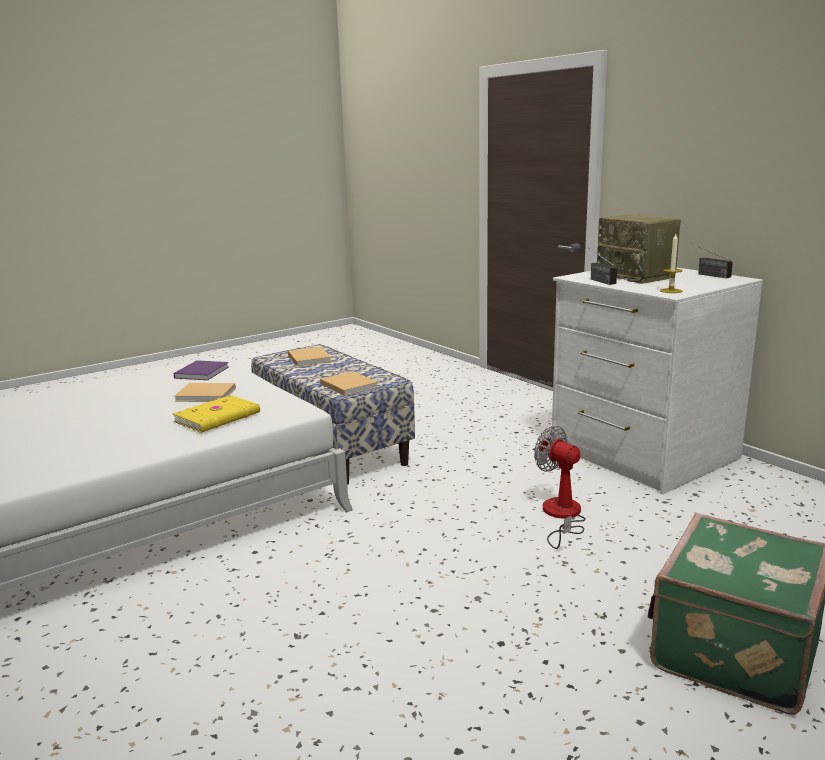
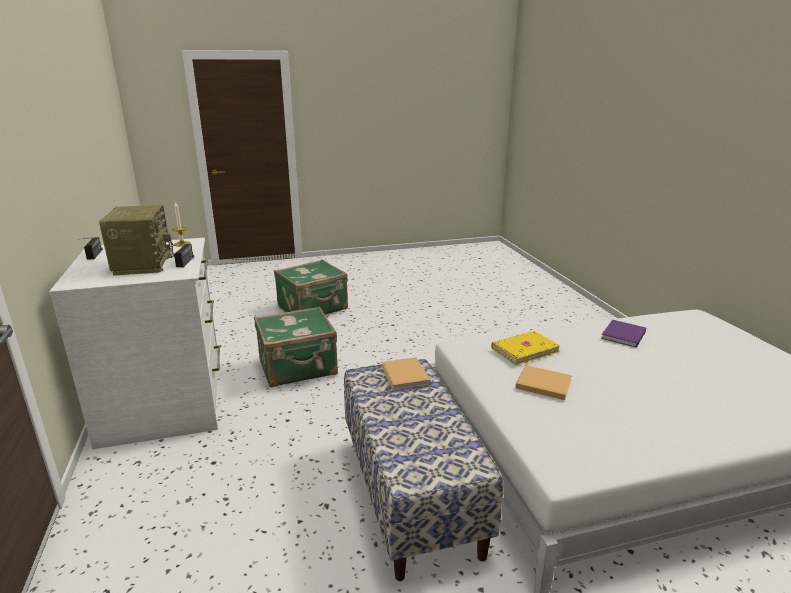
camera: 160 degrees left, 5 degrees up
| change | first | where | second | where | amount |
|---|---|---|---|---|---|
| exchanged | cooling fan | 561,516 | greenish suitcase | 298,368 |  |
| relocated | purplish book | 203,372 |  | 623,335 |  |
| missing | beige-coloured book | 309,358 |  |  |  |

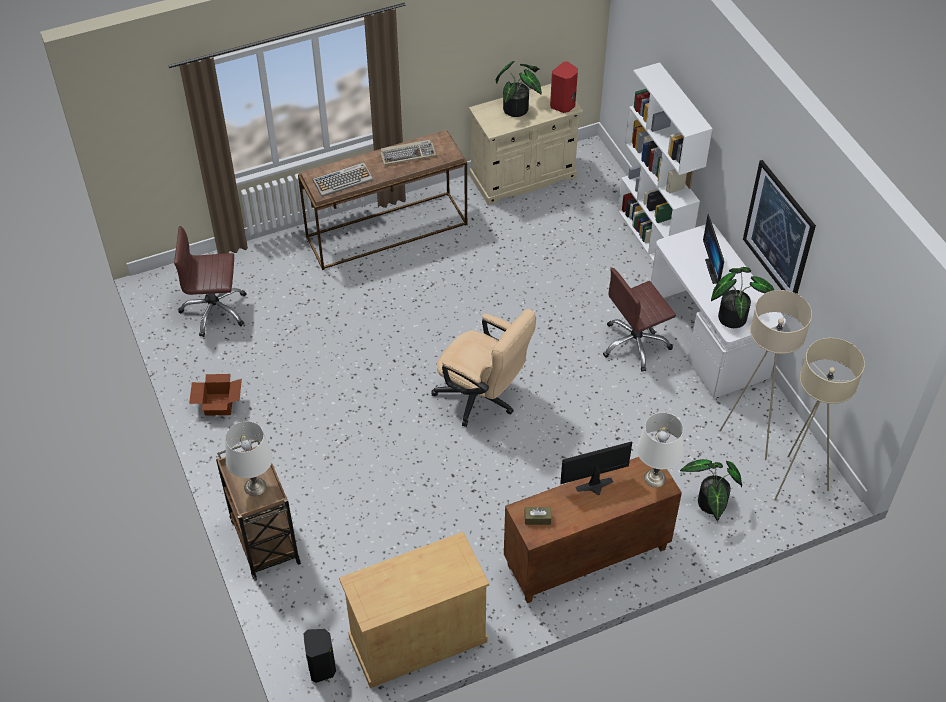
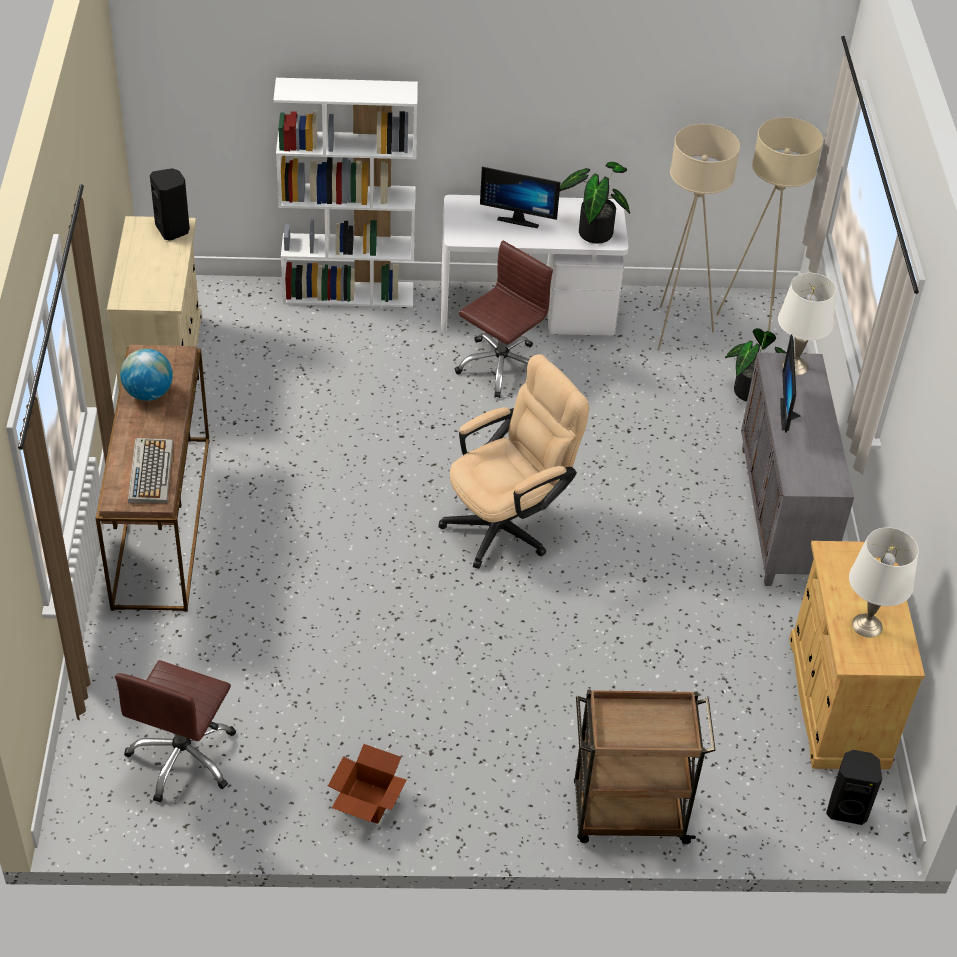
camera: 70 degrees left, 5 degrees down
| change | first | where | second | where | amount |
|---|---|---|---|---|---|
| exchanged | computer keyboard | 408,154 | desk globe | 148,393 |  |
| colour | red-coloured audio speaker | 563,105 | blackish audio speaker | 173,229 |  |
| spun | brown office chair | 635,344 |  | 500,366 | 135 degrees counterclockwise |
| colour | brown storage cabinet | 586,558 | grey storage cabinet | 782,516 |  |
| relocated | whitish lamp for a table | 255,486 |  | 867,625 |  |
| missing | houseplant | 518,108 |  |  |  |
| missing | brown box of tissues | 537,518 |  |  |  |
| missing | wall art | 778,232 |  |  |  |

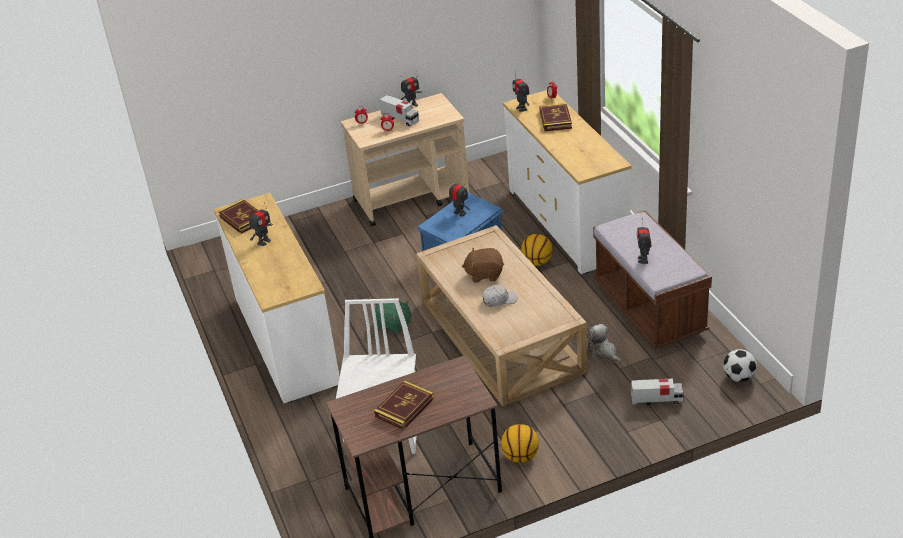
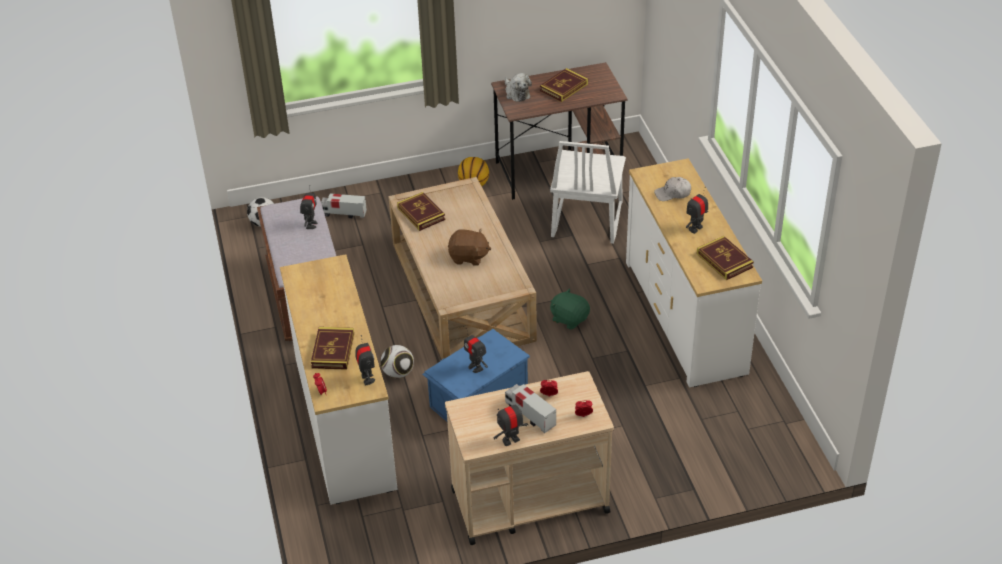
camera: 175 degrees left, 5 degrees up
| change | first | where | second | where | amount |
|---|---|---|---|---|---|
| exchanged | ball for basketball | 537,262 | ball for football | 398,373 |  |
| appeared |  |  | book | 421,214 |  |
| relocated | plush toy | 603,352 |  | 516,93 |  |
| relocated | whitish cap | 499,300 |  | 673,193 |  |

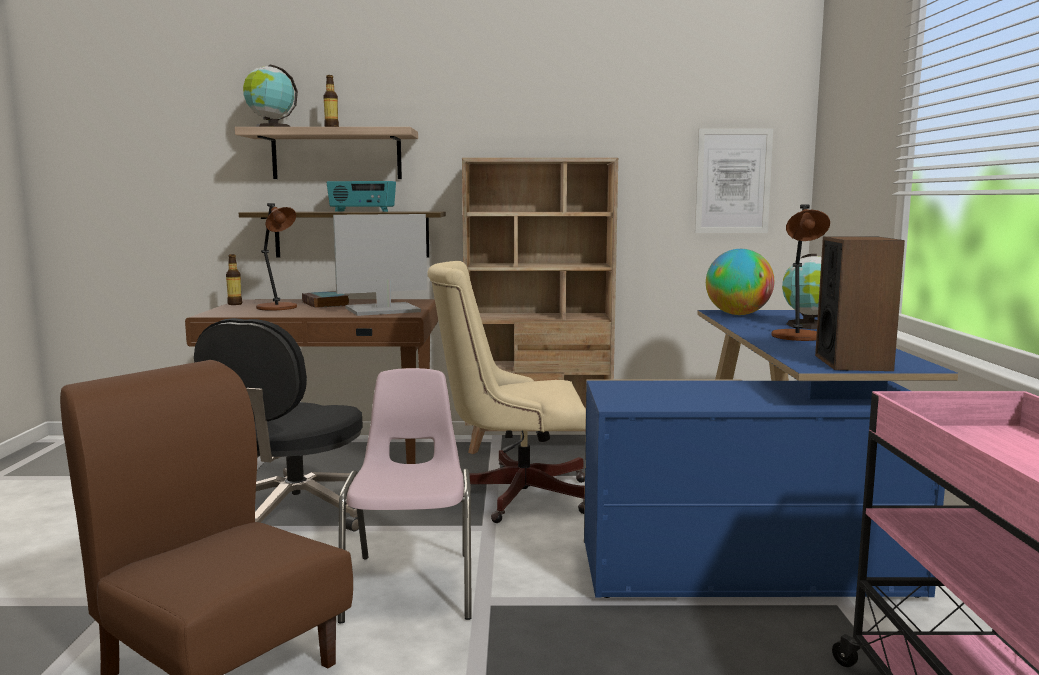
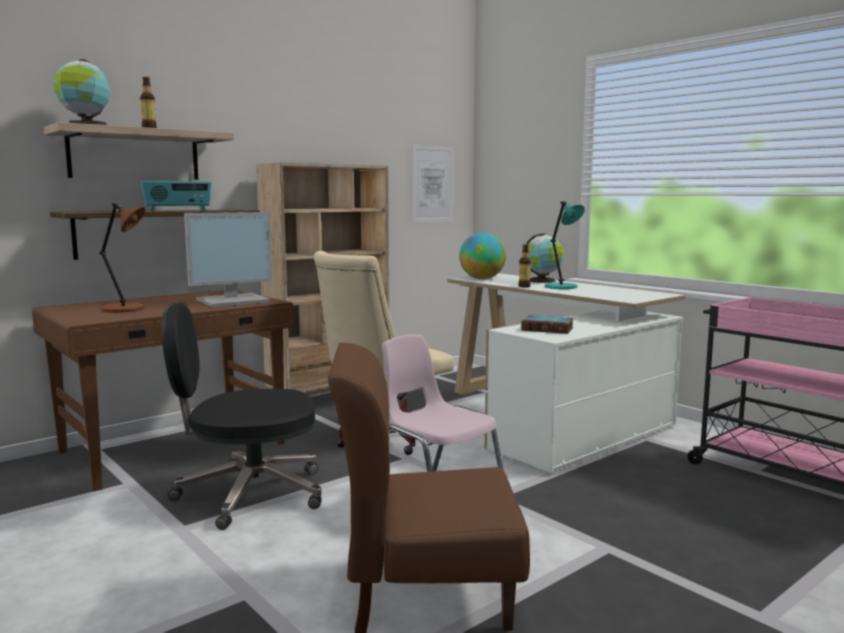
camera: 40 degrees left, 0 degrees up
| change | first | where | second | where | amount |
|---|---|---|---|---|---|
| spun | blackish office chair | 293,515 |  | 248,494 | 105 degrees clockwise |
| spun | computer screen | 381,310 |  | 234,300 | 150 degrees counterclockwise |
| colour | blue desk | 759,531 | whitish desk | 553,417 |  |
| relocated | drink bottle | 235,304 |  | 524,286 |  |
| relocated | book | 326,304 |  | 549,329 |  |
| colour | brown lamp for a table | 798,337 | turquoise lamp for a table | 562,287 |  |
| missing | audio speaker | 853,363 |  |  |  |

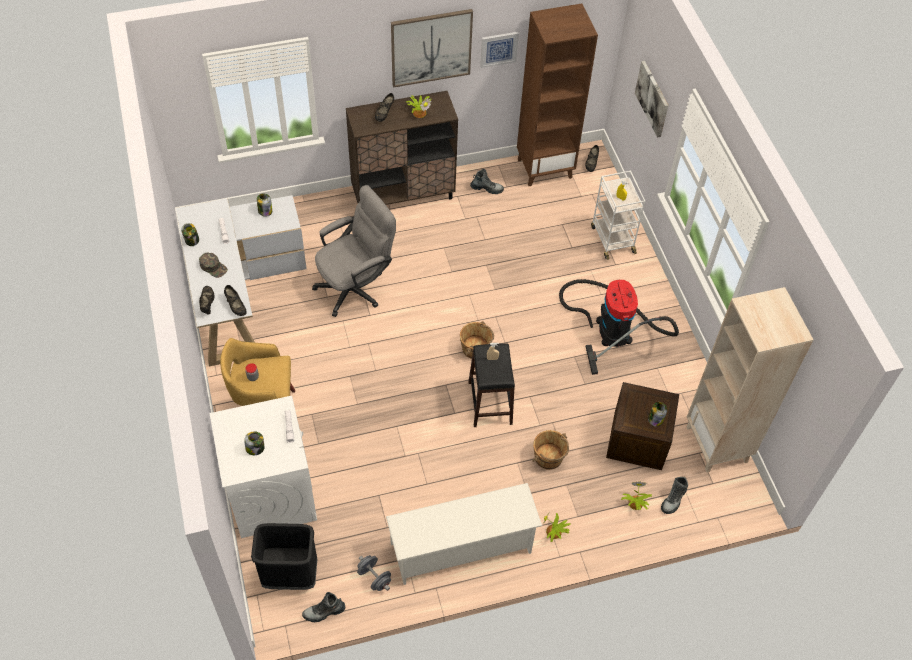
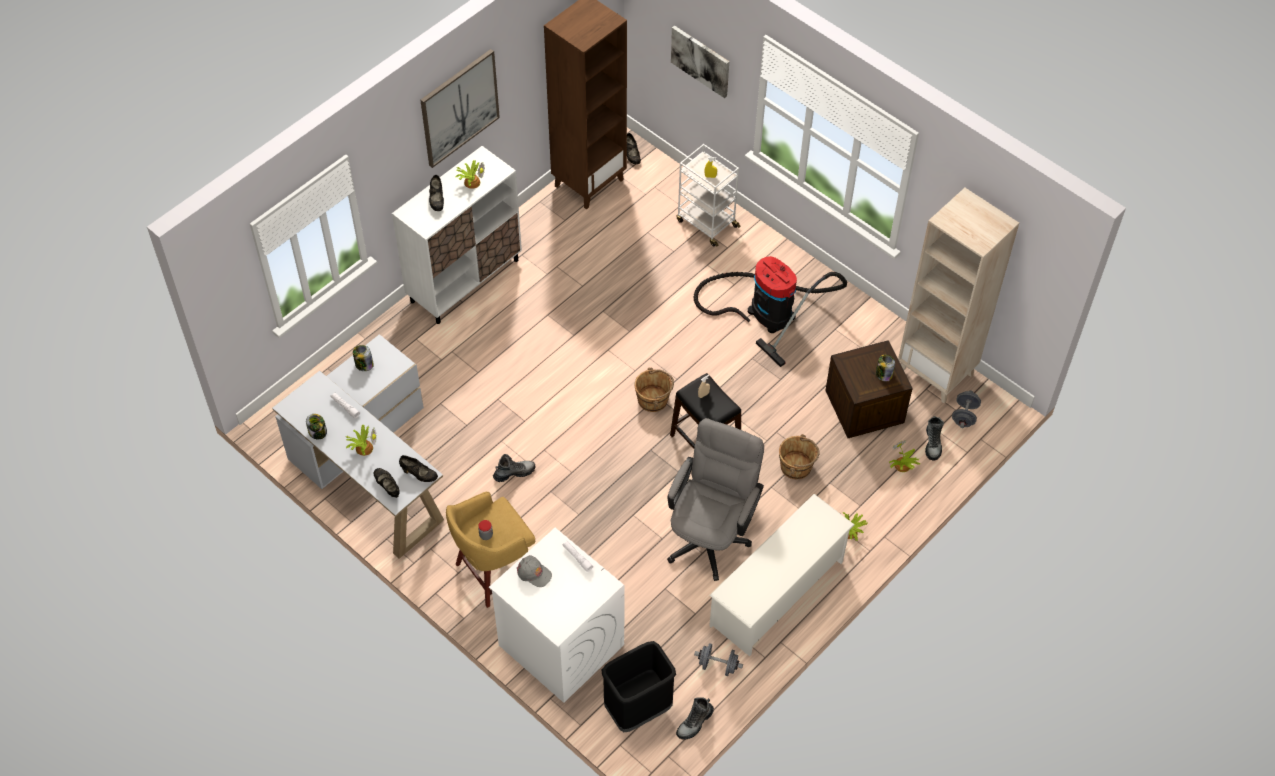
camera: 30 degrees left, 0 degrees up
| change | first | where | second | where | amount |
|---|---|---|---|---|---|
| exchanged | greenish cap | 213,267 | houseplant | 363,447 |  |
| colour | brown storage cabinet | 403,195 | whitish storage cabinet | 465,280 |  |
| relocated | tall boot | 487,188 |  | 514,473 |  |
| appeared |  |  | grey cap | 534,573 |  |
| relocated | grey office chair | 356,286 |  | 711,534 |  |
| appeared |  |  | grey dumbbell | 964,415 |  |
| missing | jar | 255,448 |  |  |  |
| missing | wall art | 498,49 |  |  |  |

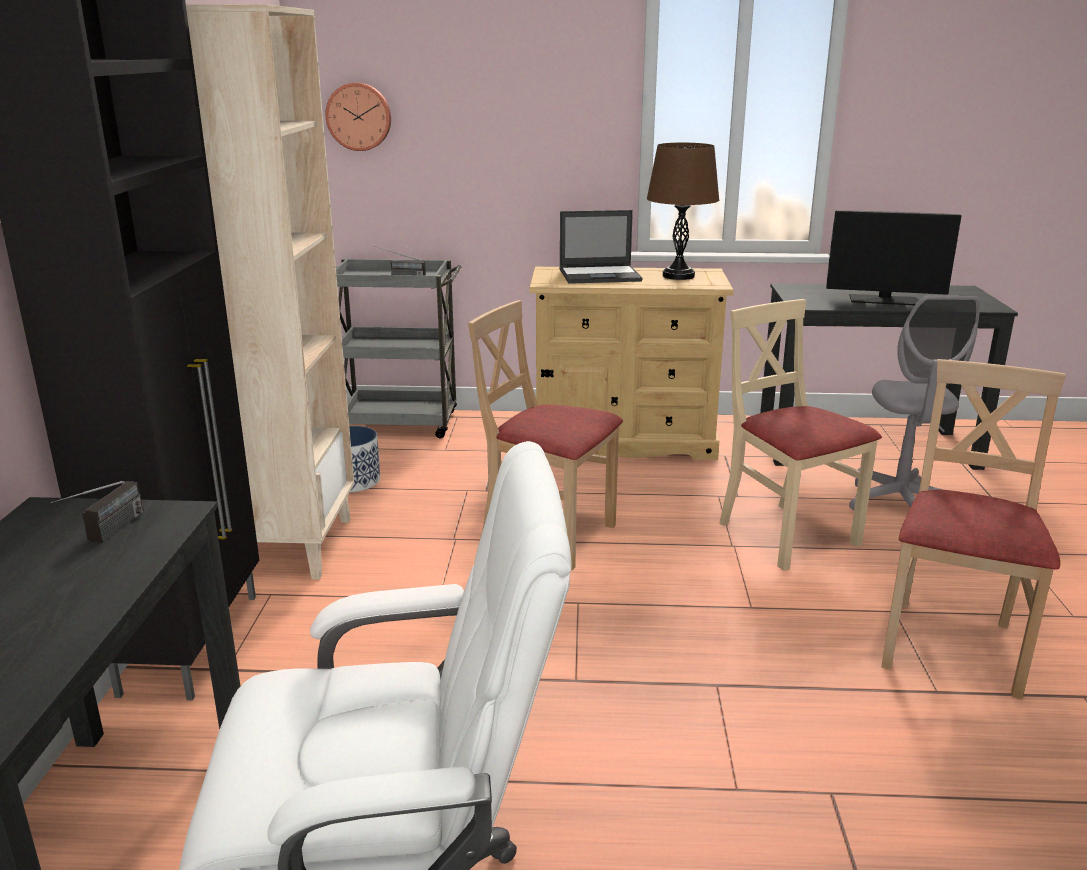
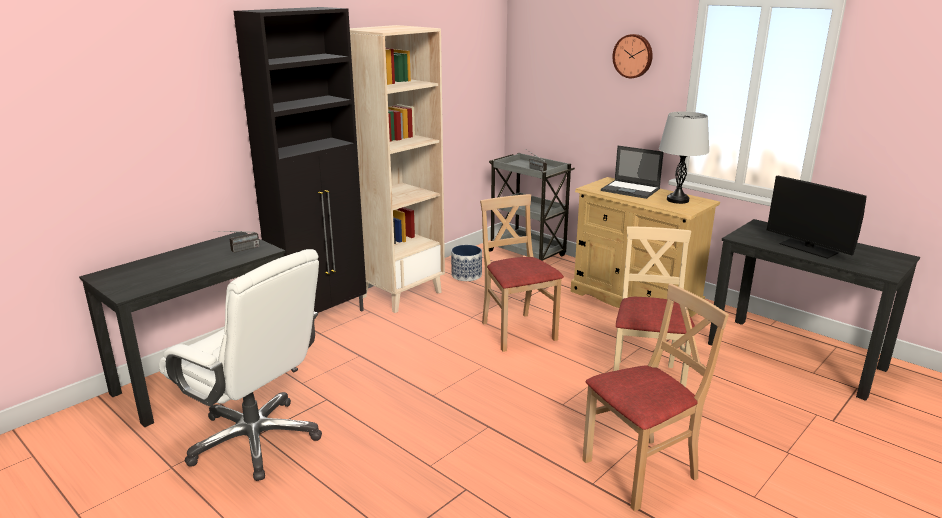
camera: 40 degrees right, 0 degrees up
| change | first | where | second | where | amount |
|---|---|---|---|---|---|
| relocated | wall clock | 359,116 |  | 633,56 |  |
| colour | brown lamp for a table | 678,276 | grey lamp for a table | 677,200 |  |
| missing | grey office chair | 900,504 |  |  |  |

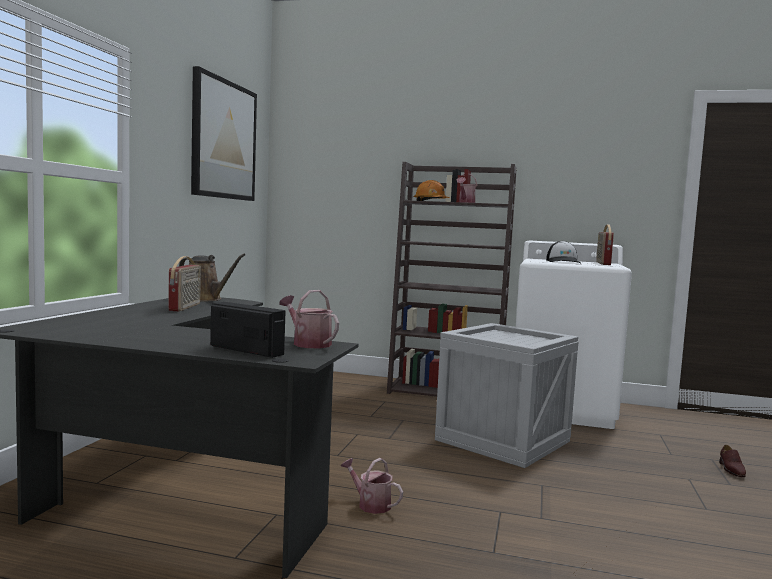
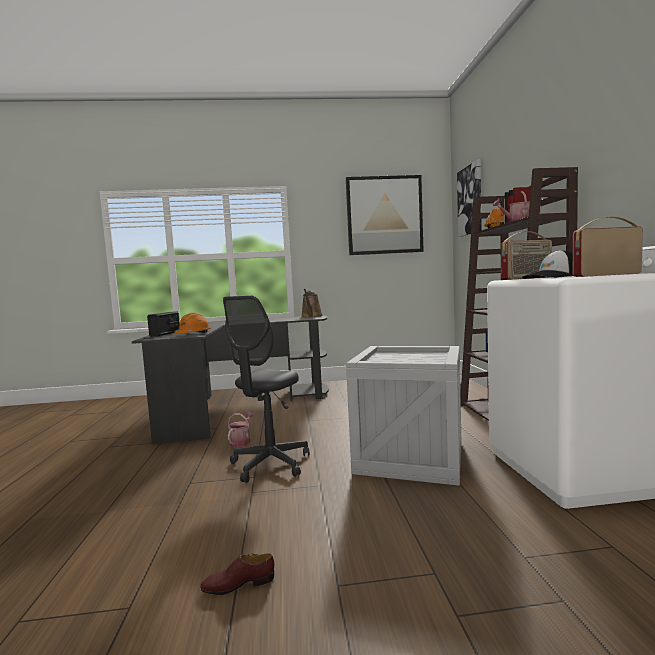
camera: 70 degrees right, 0 degrees up
| change | first | where | second | where | amount |
|---|---|---|---|---|---|
| exchanged | sprinkling can | 308,343 | orangey work helmet | 193,334 |  |
| relocated | brown shoe | 731,469 |  | 238,584 |  |
| appeared |  |  | grey office chair | 270,464 |  |
| appeared |  |  | wall art | 470,200 |  |
| relocated | radio | 185,307 |  | 527,278 |  |

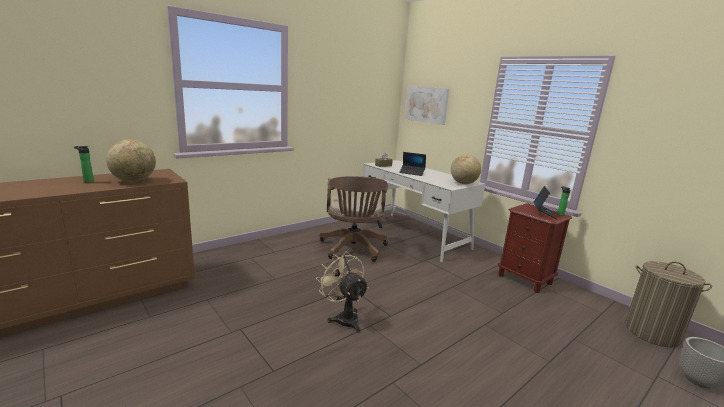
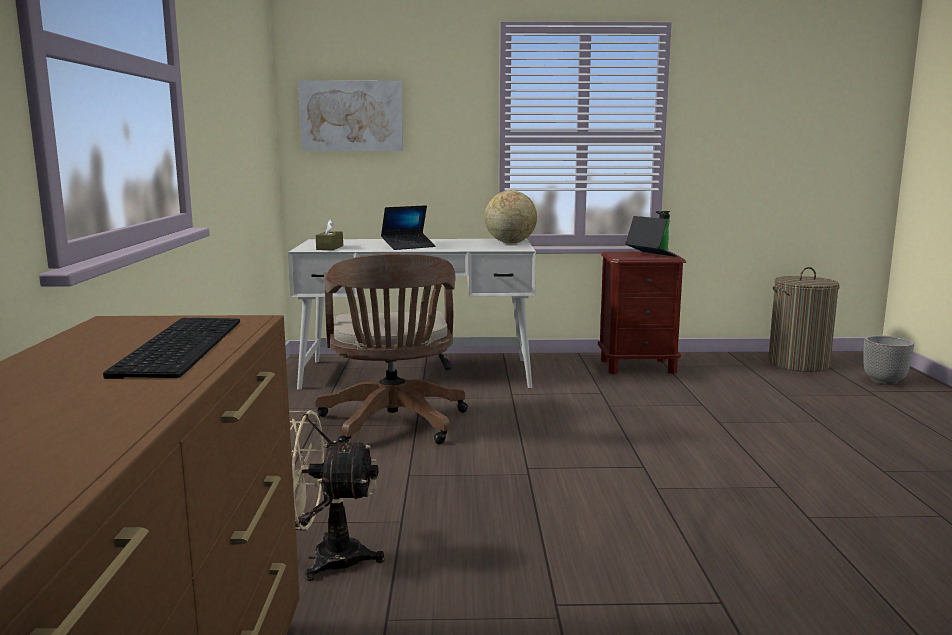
camera: 50 degrees left, 5 degrees down
| change | first | where | second | where | amount |
|---|---|---|---|---|---|
| exchanged | desk globe | 134,181 | computer keyboard | 177,345 |  |
| relocated | beige-coloured cooling fan | 343,318 |  | 324,559 |  |
| spun | brown office chair | 353,249 |  | 393,425 | 45 degrees clockwise |
| missing | drink bottle | 87,181 |  |  |  |

